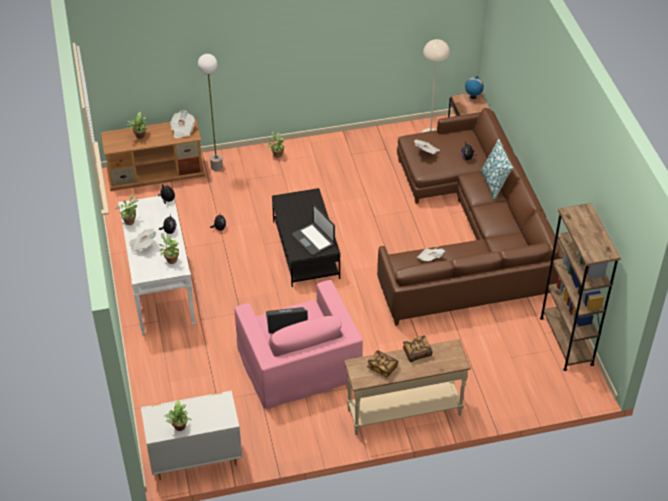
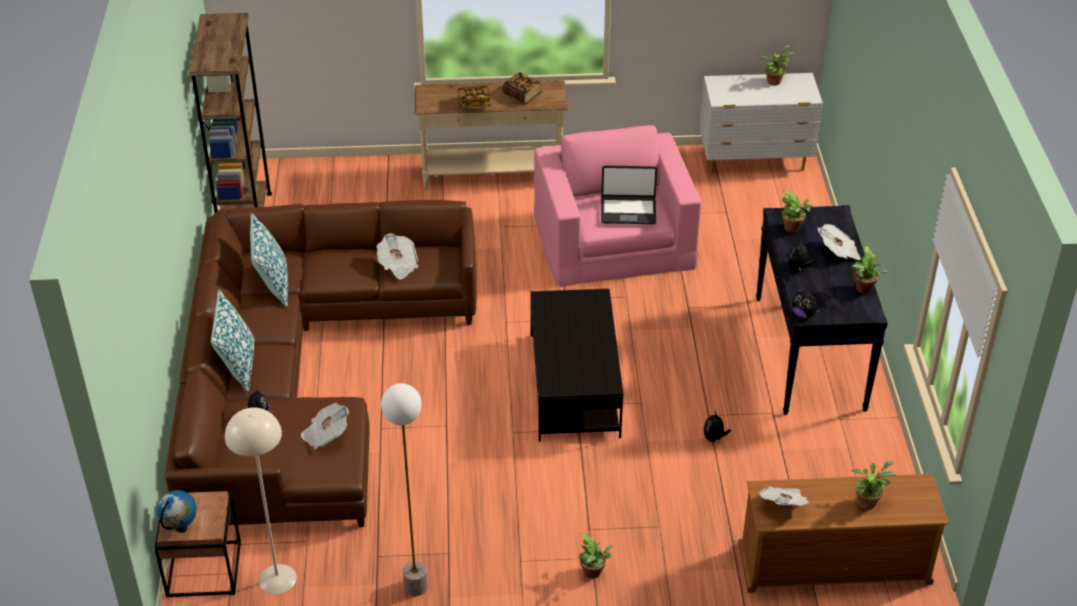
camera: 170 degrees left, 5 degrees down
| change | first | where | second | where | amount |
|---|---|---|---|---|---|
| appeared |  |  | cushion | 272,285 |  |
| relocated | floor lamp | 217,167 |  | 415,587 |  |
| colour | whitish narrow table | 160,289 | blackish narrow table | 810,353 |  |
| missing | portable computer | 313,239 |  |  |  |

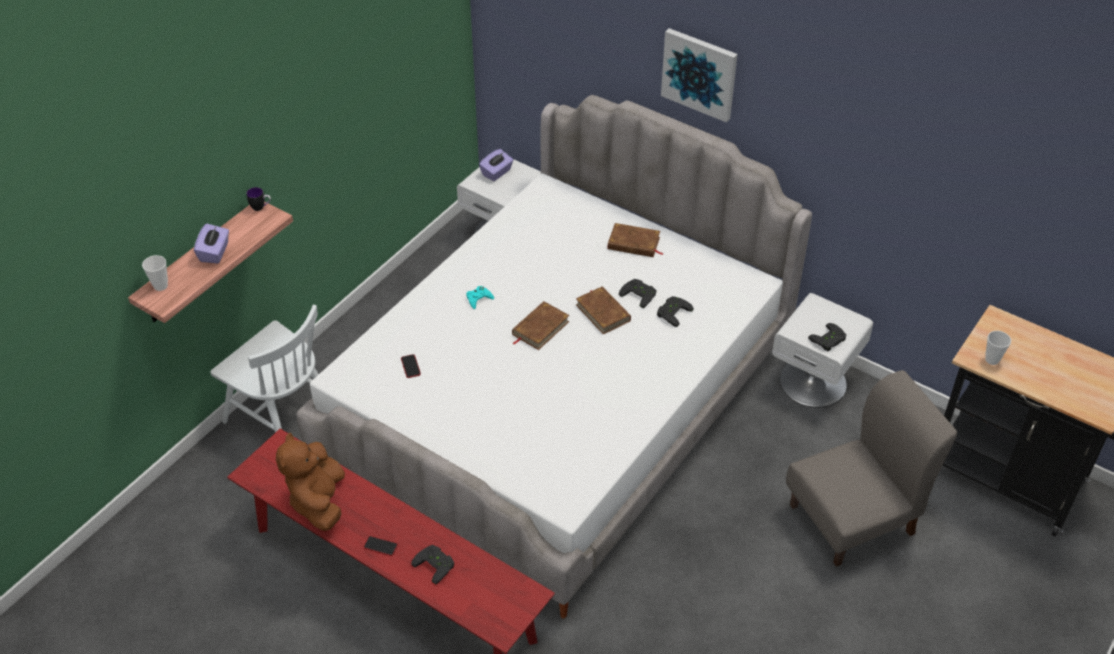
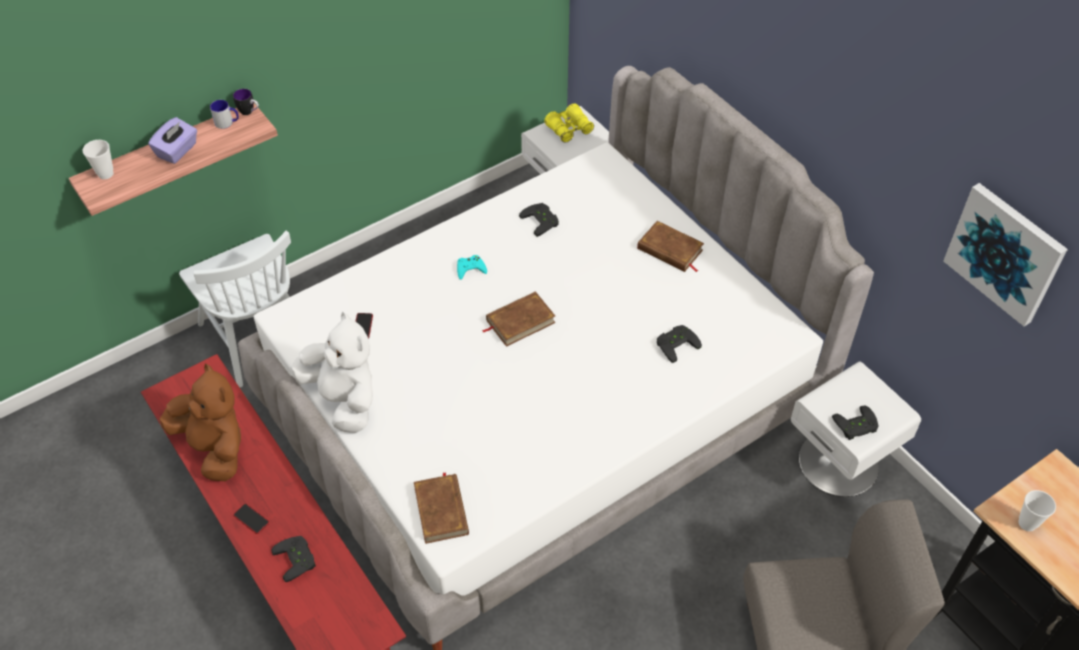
camera: 20 degrees right, 5 degrees up
| change | first | where | second | where | amount |
|---|---|---|---|---|---|
| spun | brown plush toy | 318,502 |  | 214,448 | 120 degrees clockwise |
| appeared |  |  | tea mug | 227,122 |  |
| appeared |  |  | whitish plush toy | 343,399 |  |
| relocated | brown book | 603,312 |  | 441,510 |  |
| relocated | blackish game controller | 640,294 |  | 542,220 |  |
| exchanged | purplish box of tissues | 496,173 | yellow pair of binoculars | 569,129 |  |
| relocated | wall art | 699,73 |  | 1005,253 |  |

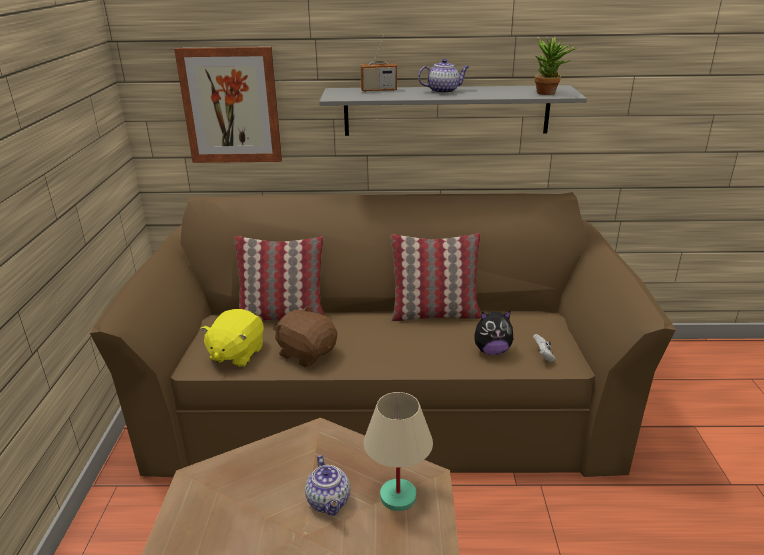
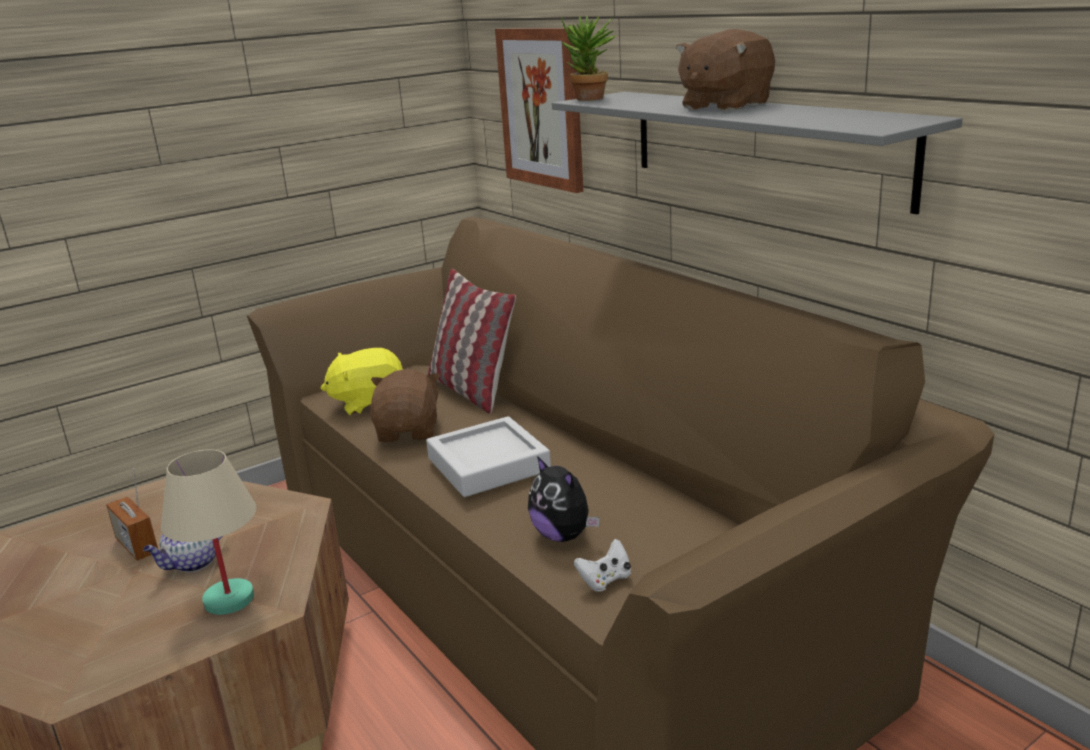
camera: 55 degrees right, 5 degrees down
| change | first | where | second | where | amount |
|---|---|---|---|---|---|
| relocated | radio | 378,90 |  | 137,546 |  |
| appeared |  |  | grey serving tray | 488,464 |  |
| relocated | houseplant | 549,93 |  | 589,99 |  |
| exchanged | tea pot | 443,91 | brown plush toy | 724,106 |  |
| missing | cushion | 434,314 |  |  |  |

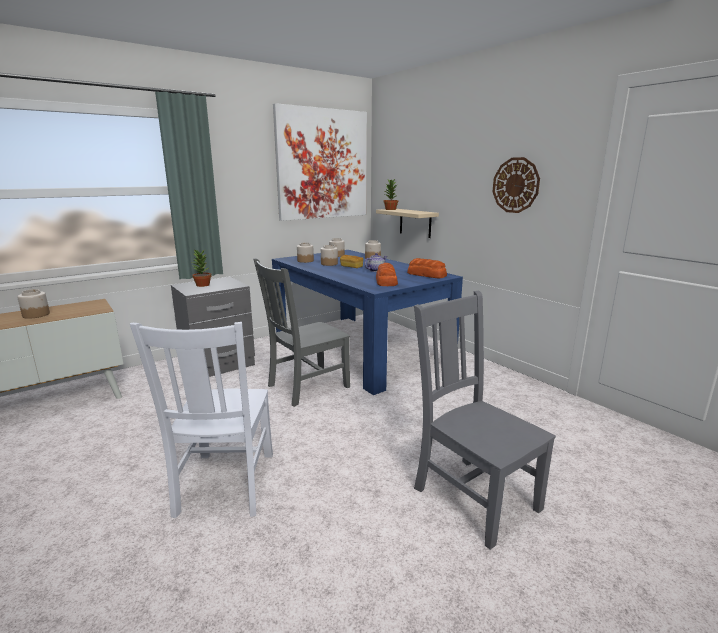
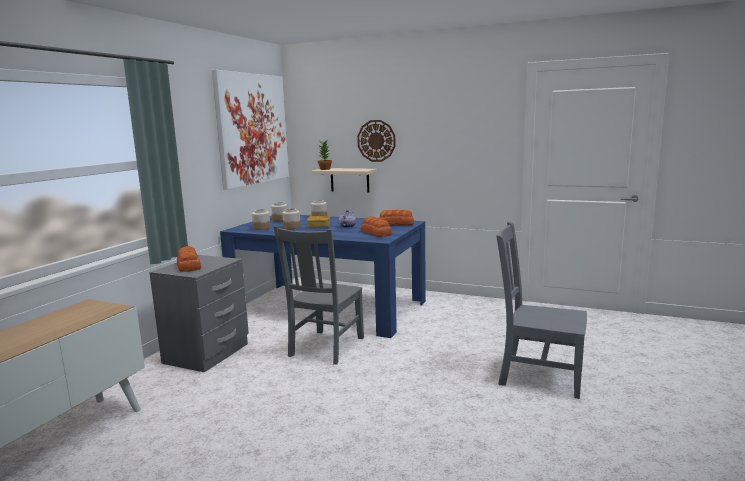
camera: 30 degrees left, 5 degrees down
| change | first | where | second | where | amount |
|---|---|---|---|---|---|
| exchanged | houseplant | 202,285 | bakery bread | 188,266 |  |
| relocated | wall clock | 515,185 |  | 376,140 |  |
| missing | jar | 36,315 |  |  |  |
| missing | whitish upright chair | 225,485 |  |  |  |

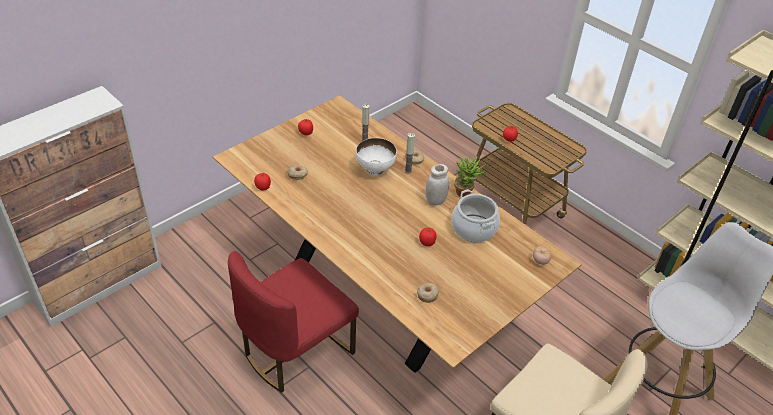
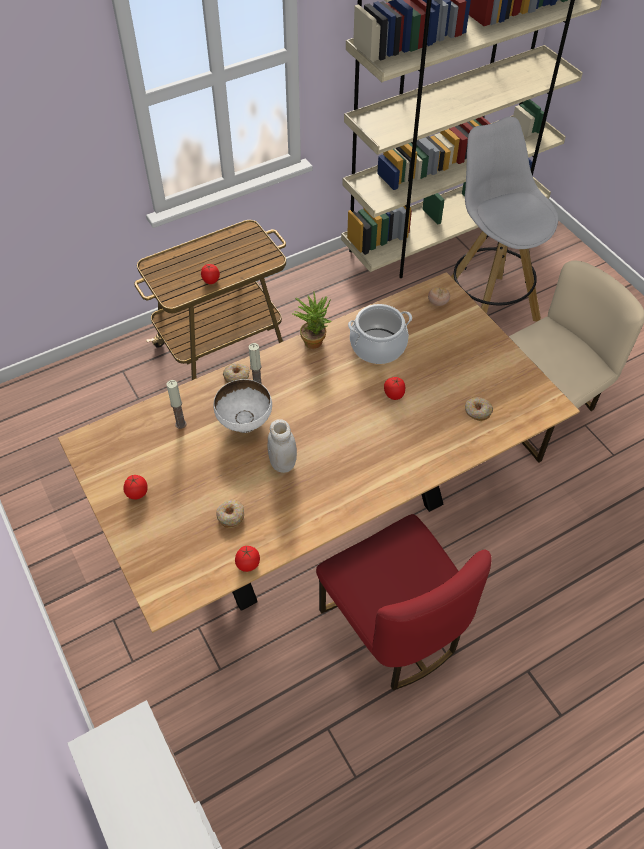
camera: 75 degrees left, 10 degrees up
| change | first | where | second | where | amount |
|---|---|---|---|---|---|
| relocated | whitish jar | 435,201 |  | 282,463 |  |

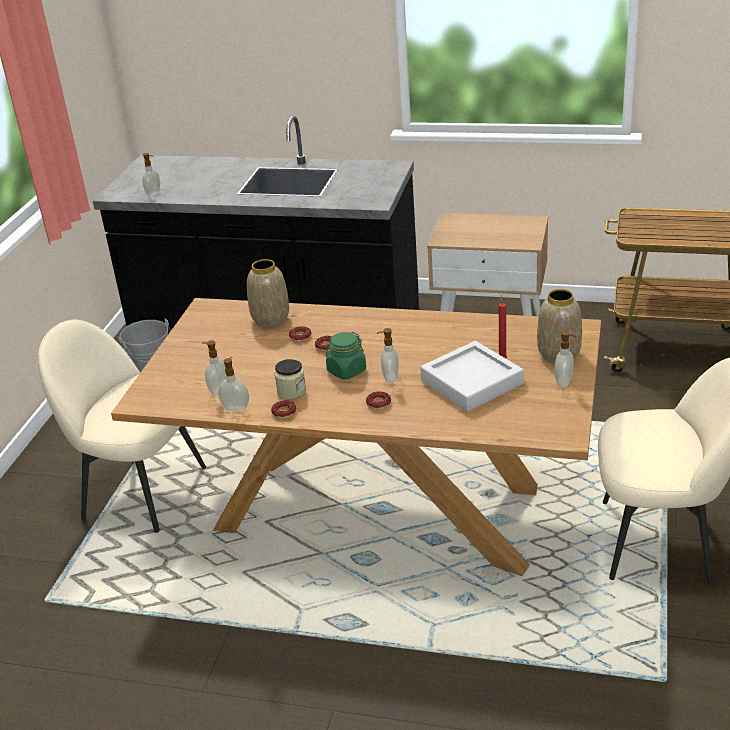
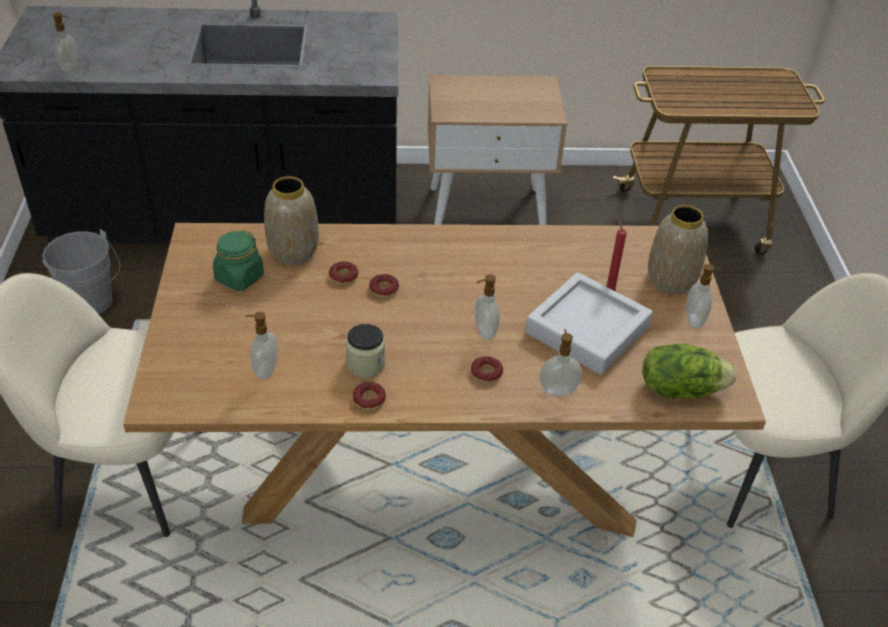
camera: 20 degrees left, 10 degrees up
| change | first | where | second | where | amount |
|---|---|---|---|---|---|
| relocated | greenish jar | 346,371 |  | 239,278 |  |
| relocated | liquid soap bottle | 236,408 |  | 558,390 |  |
| appeared |  |  | head of lettuce | 680,389 |  |

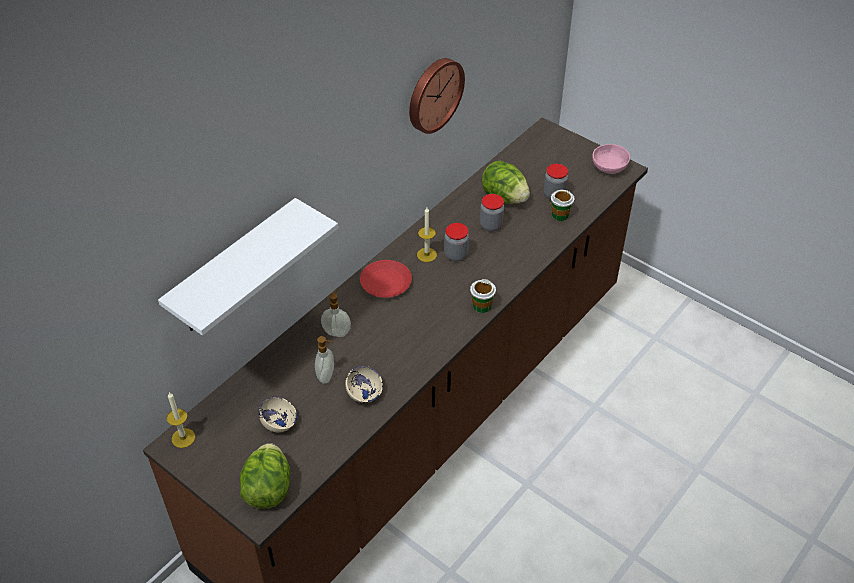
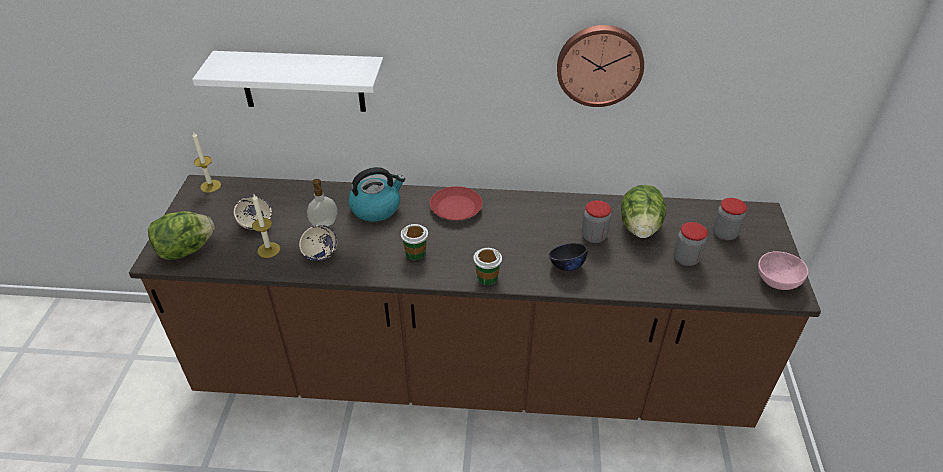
camera: 55 degrees right, 5 degrees down
| change | first | where | second | where | amount |
|---|---|---|---|---|---|
| relocated | wax candle | 426,255 |  | 268,250 |  |
| exchanged | liquid soap bottle | 337,332 | water kettle | 376,208 |  |
| relocated | cup | 560,215 |  | 415,253 |  |
| appeared |  |  | blackish bowl | 566,265 |  |
| relocated | jar | 456,255 |  | 724,234 |  |

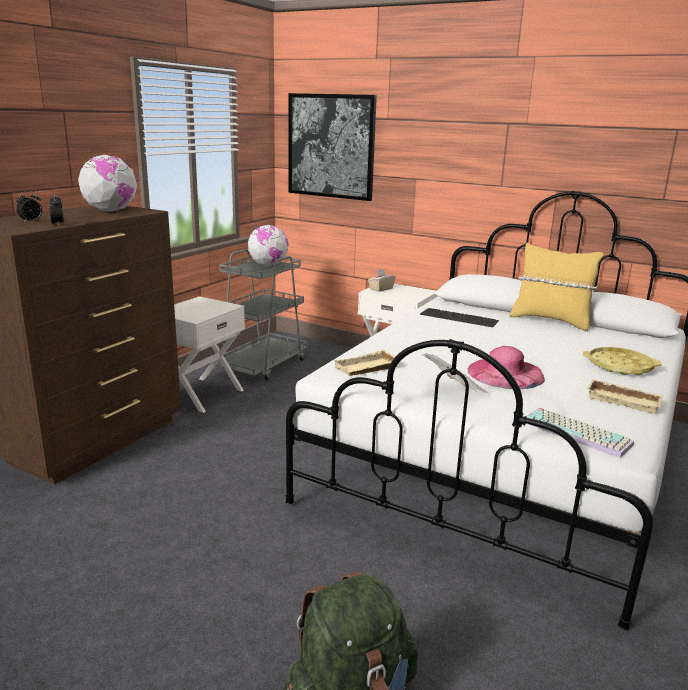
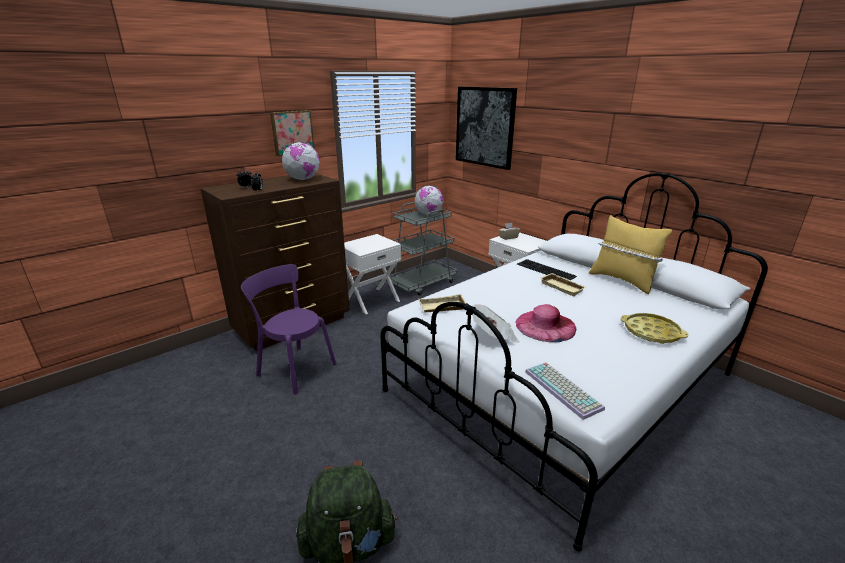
camera: 20 degrees right, 5 degrees up
| change | first | where | second | where | amount |
|---|---|---|---|---|---|
| appeared |  |  | purplish upright chair | 294,368 |  |
| appeared |  |  | wall art | 292,132 |  |
| relocated | beige-coloured serving tray | 624,400 |  | 563,287 |  |

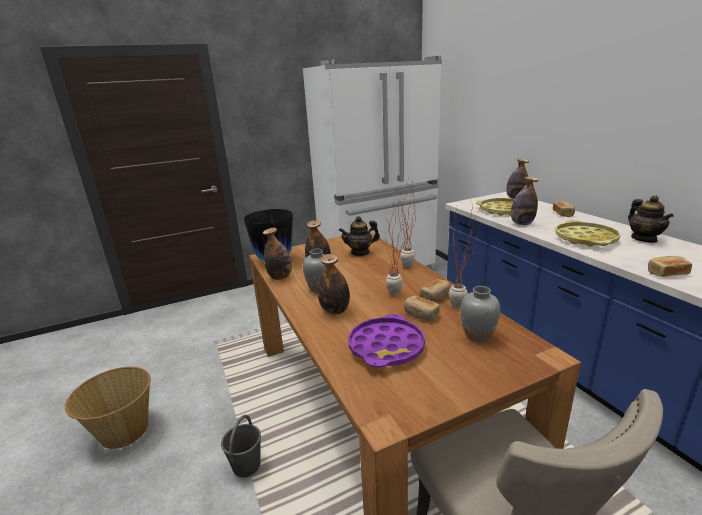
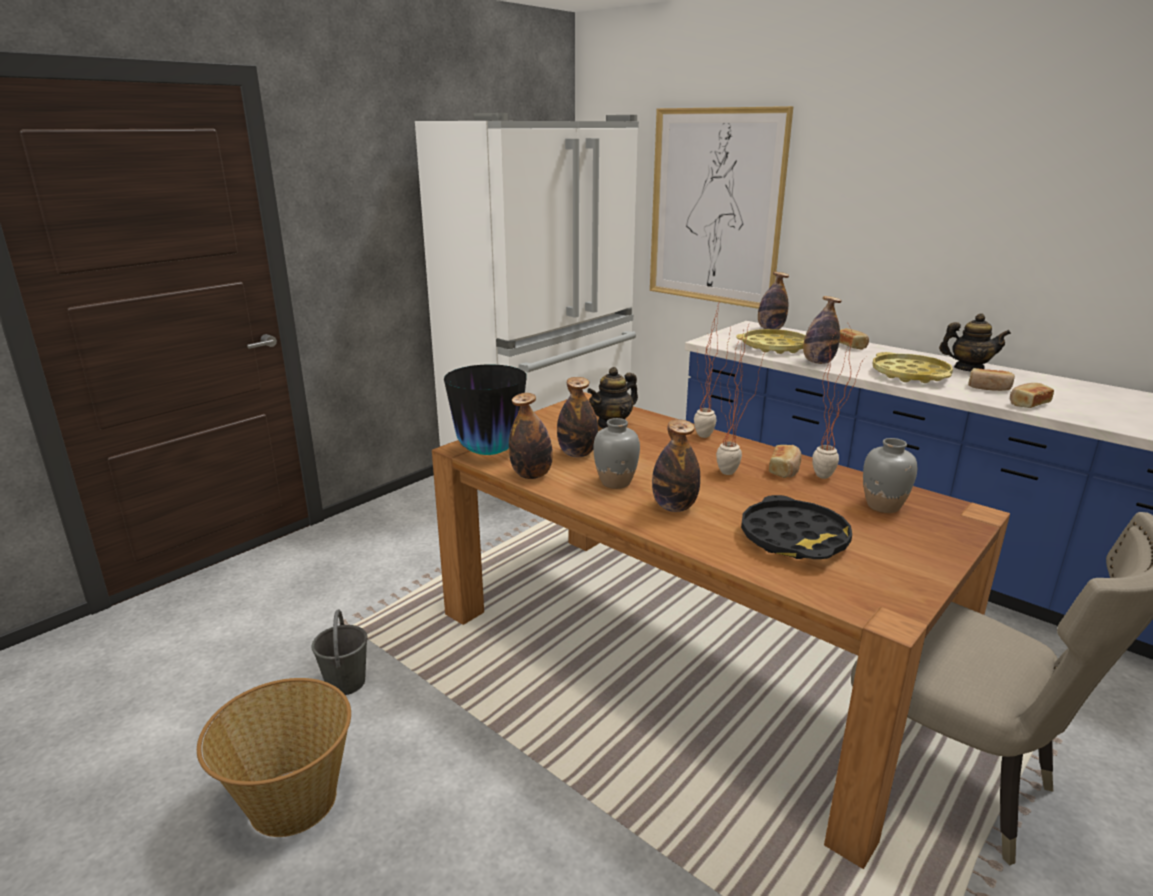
camera: 25 degrees left, 0 degrees up
| change | first | where | second | where | amount |
|---|---|---|---|---|---|
| relocated | grey pail | 247,465 |  | 346,682 |  |
| appeared |  |  | wall art | 715,208 |  |
| colour | purplish serving tray | 386,347 | blackish serving tray | 794,538 |  |
| spun | tea pot | 644,239 |  | 968,369 | 45 degrees counterclockwise |
| relocated | bakery bread | 421,315 |  | 988,388 |  |

